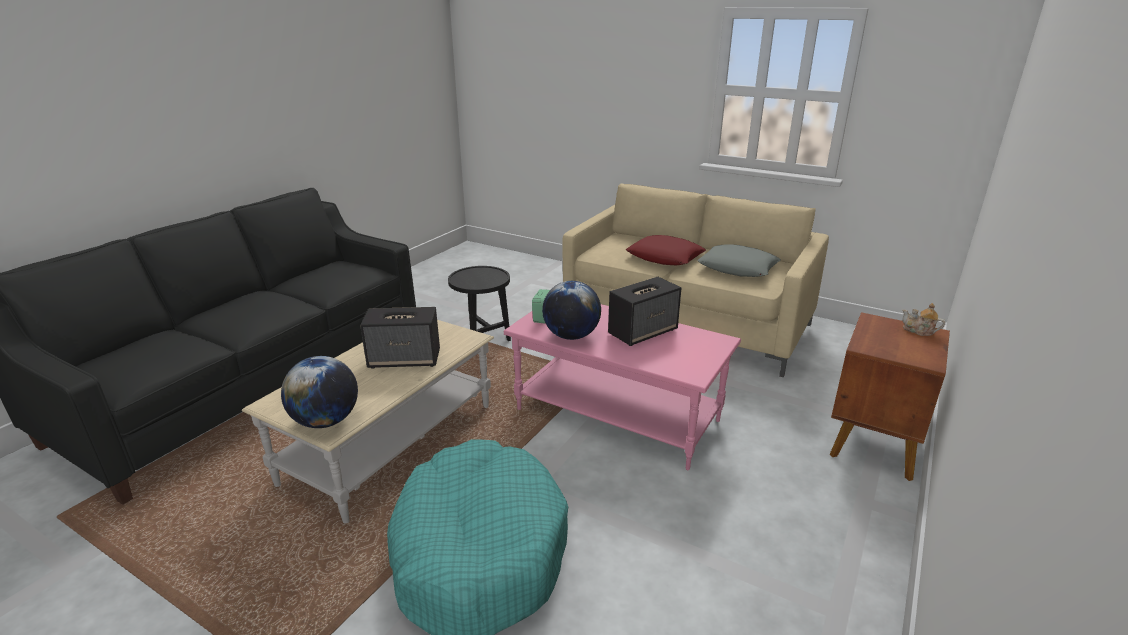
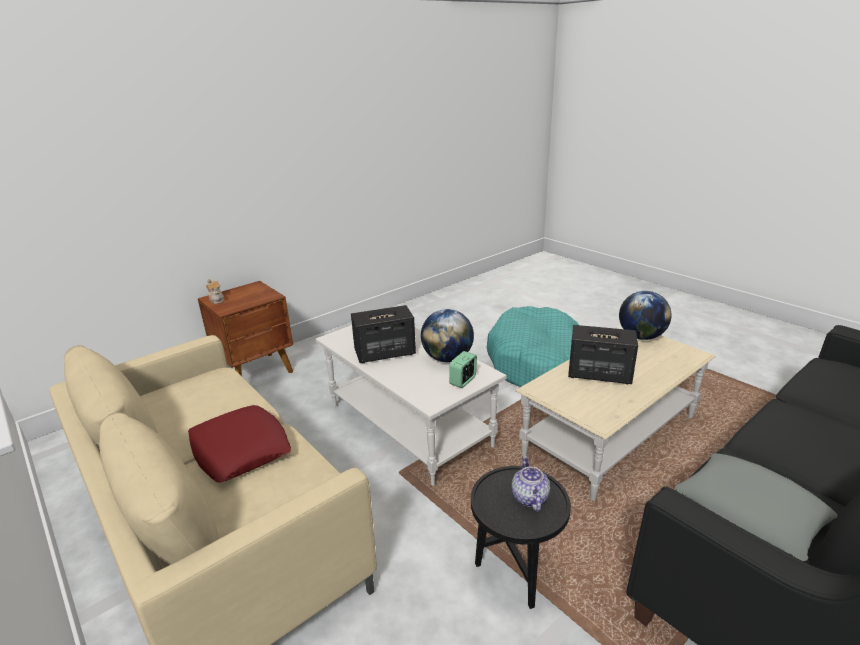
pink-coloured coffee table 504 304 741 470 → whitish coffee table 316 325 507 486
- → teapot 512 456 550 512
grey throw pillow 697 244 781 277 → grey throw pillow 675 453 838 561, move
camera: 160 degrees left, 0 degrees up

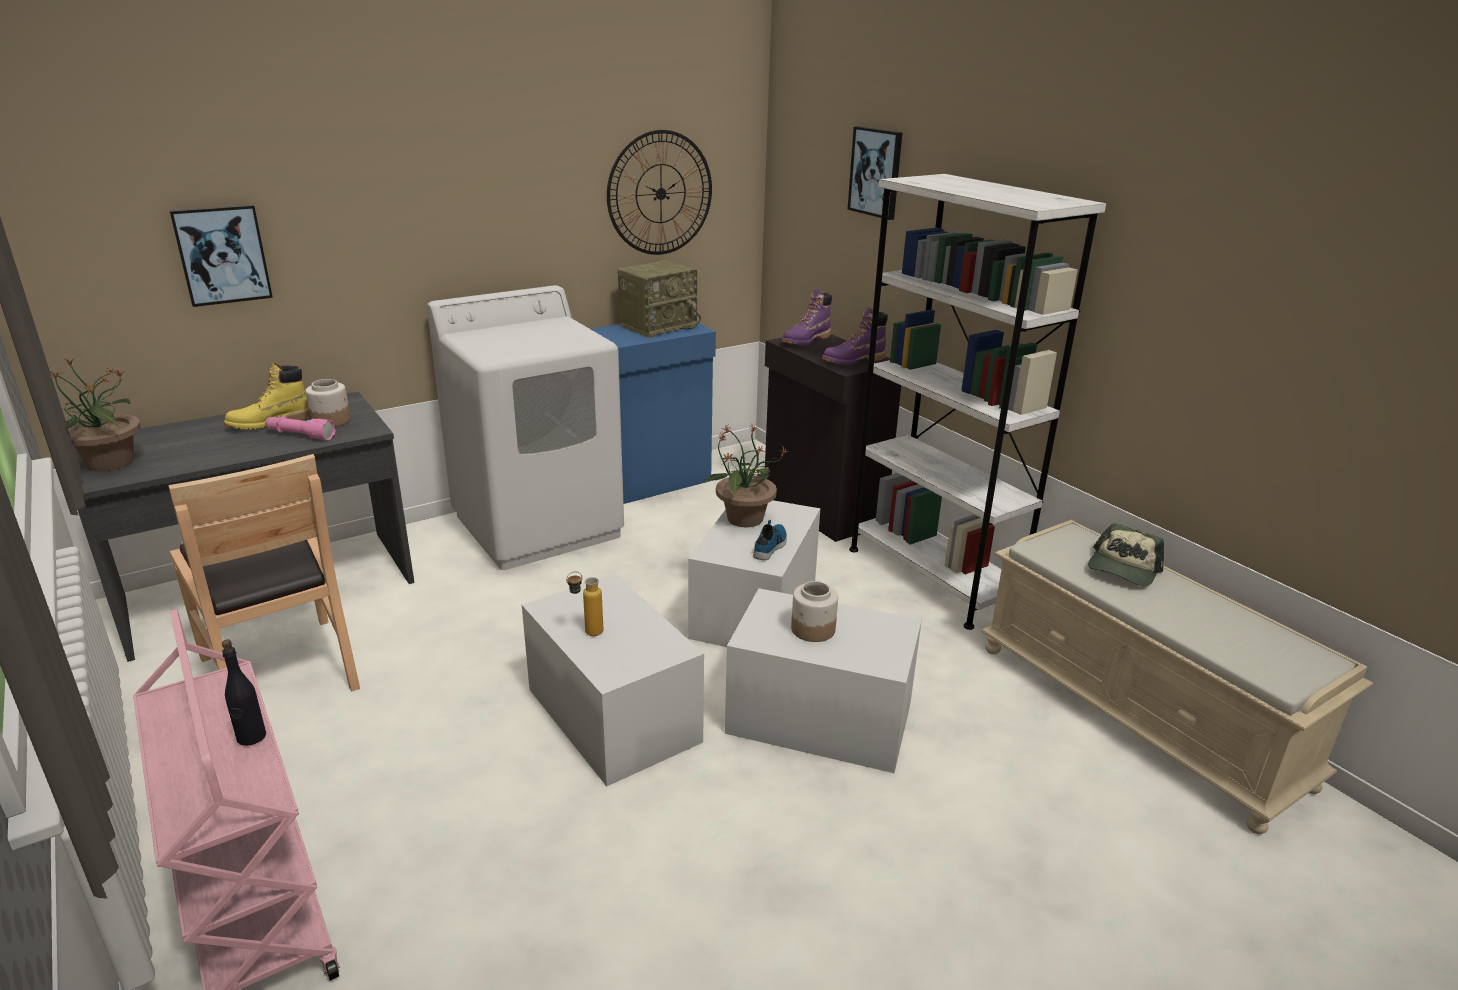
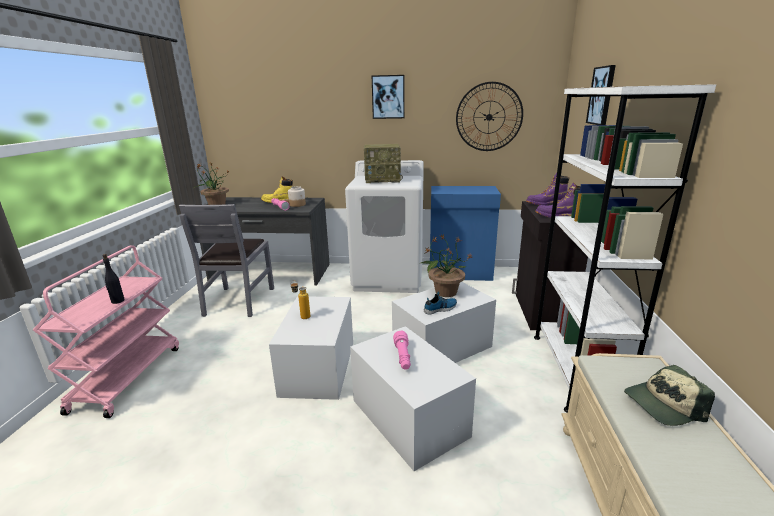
brownish plain chair 168 454 360 691 → grey plain chair 179 204 274 317
radio 618 260 701 338 → radio 364 144 403 183, move
wall art 169 205 273 307 → wall art 372 75 405 119, move
preserve jar 791 581 838 642 → pink-coloured flashlight 393 330 411 370
camera: 40 degrees right, 5 degrees down

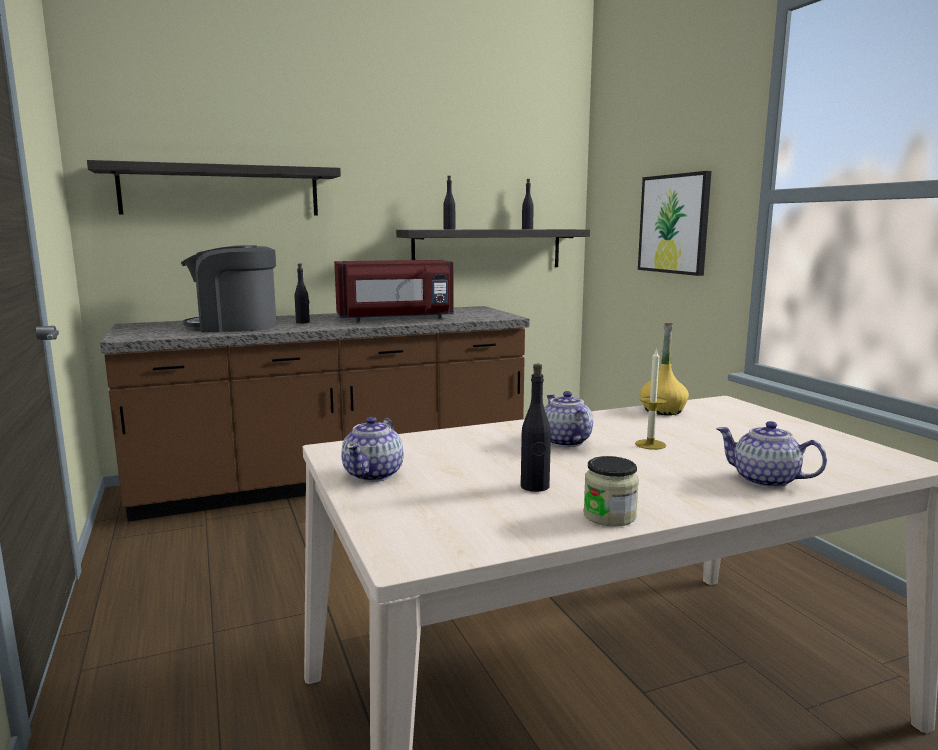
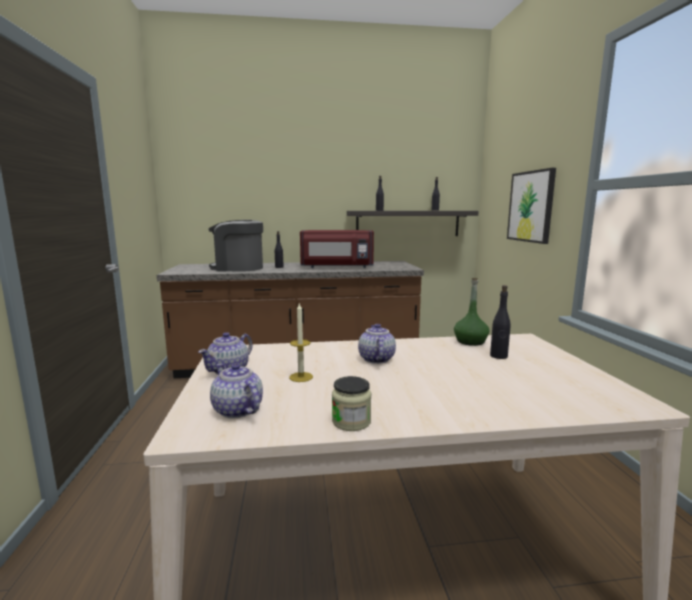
teapot 716 421 827 488 → teapot 210 363 263 419, move
wax candle 635 348 667 450 → wax candle 289 304 313 382, move
yellow-coloured beverage bottle 640 323 689 415 → green beverage bottle 454 278 489 346
blackish beverage bottle 521 364 551 492 → blackish beverage bottle 490 285 510 359, move
wall shelf 87 160 341 215 → -
camera: 15 degrees right, 0 degrees up

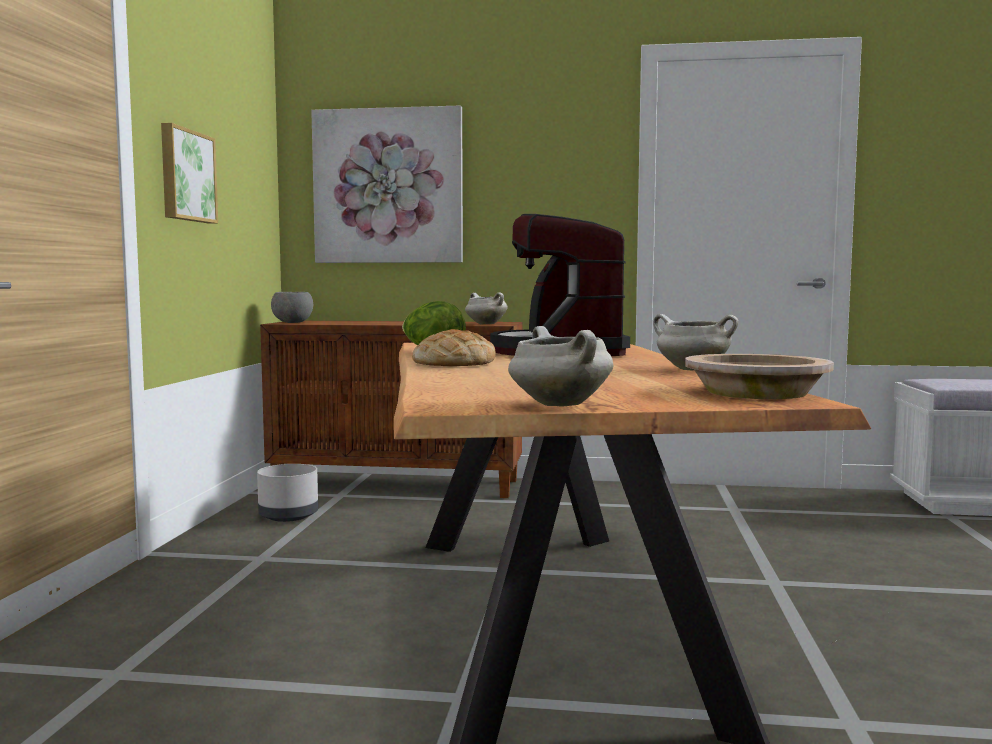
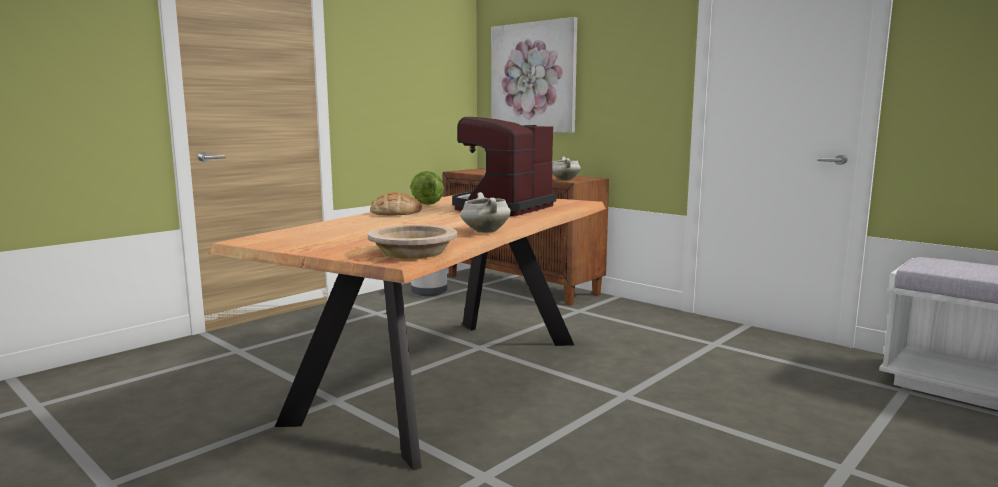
wall art 161 123 218 224 → -
grey deep dish 271 292 313 323 → -
whitish saucepot 508 326 613 407 → -
camera: 35 degrees right, 5 degrees up

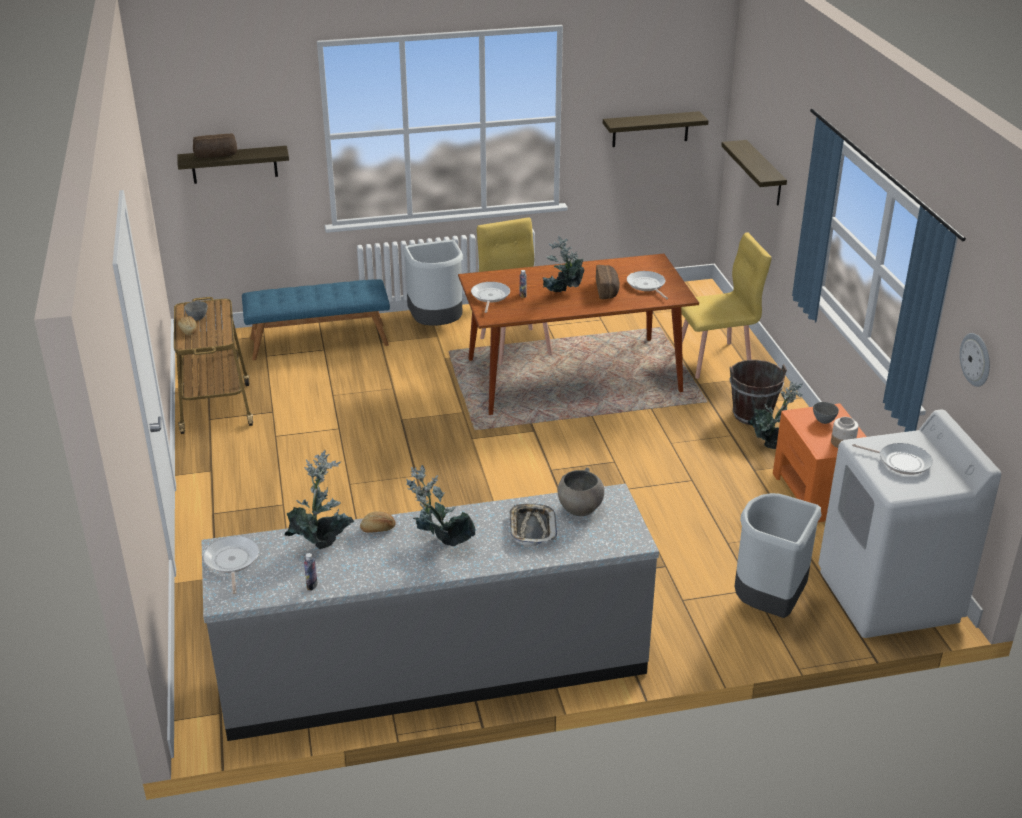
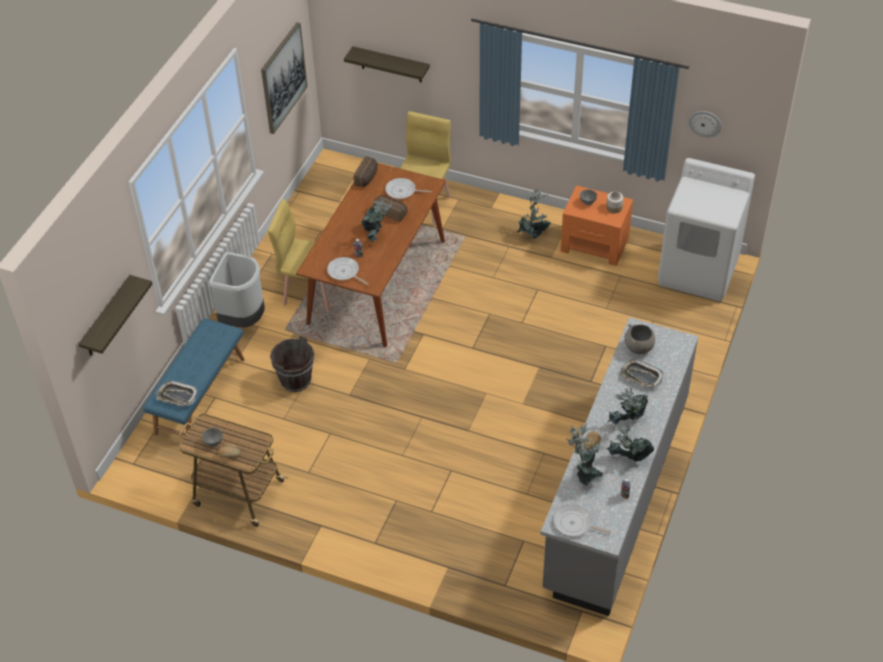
- → tray 156 381 197 407
wall shelf 603 111 709 147 → wall art 261 22 308 134
brownish water bucket 730 360 787 425 → brownish water bucket 270 335 314 392, move
baked bread 193 134 237 158 → baked bread 353 156 378 187, move
- → plant in a pot 606 422 654 462
grey trash can 735 493 822 618 → -
frying pan 852 443 933 475 → -
camera: 55 degrees left, 15 degrees up

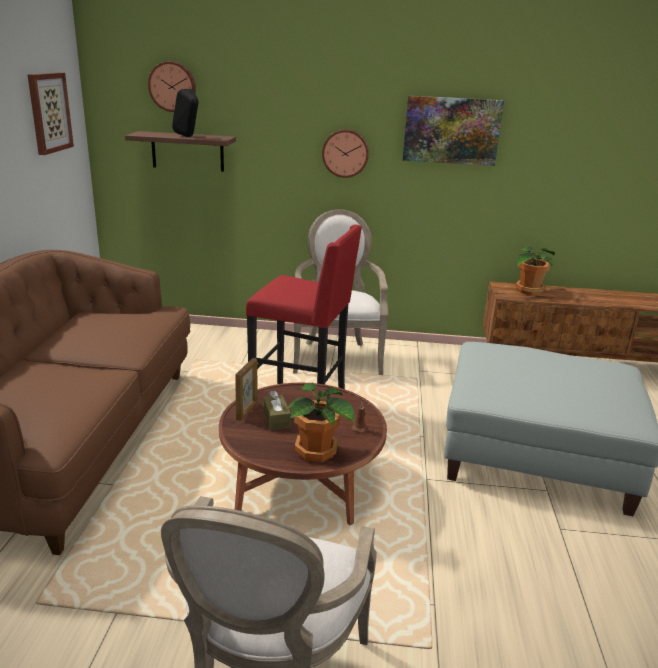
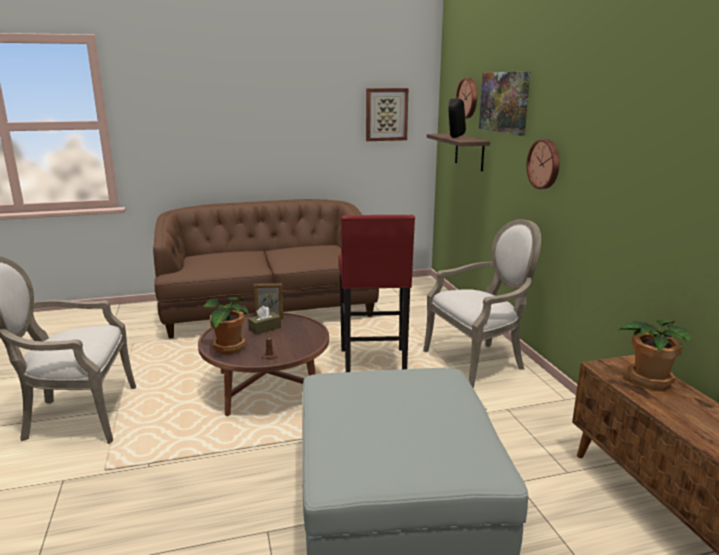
wall art 403 95 504 166 → wall art 479 72 530 136, move
camera: 70 degrees right, 5 degrees down

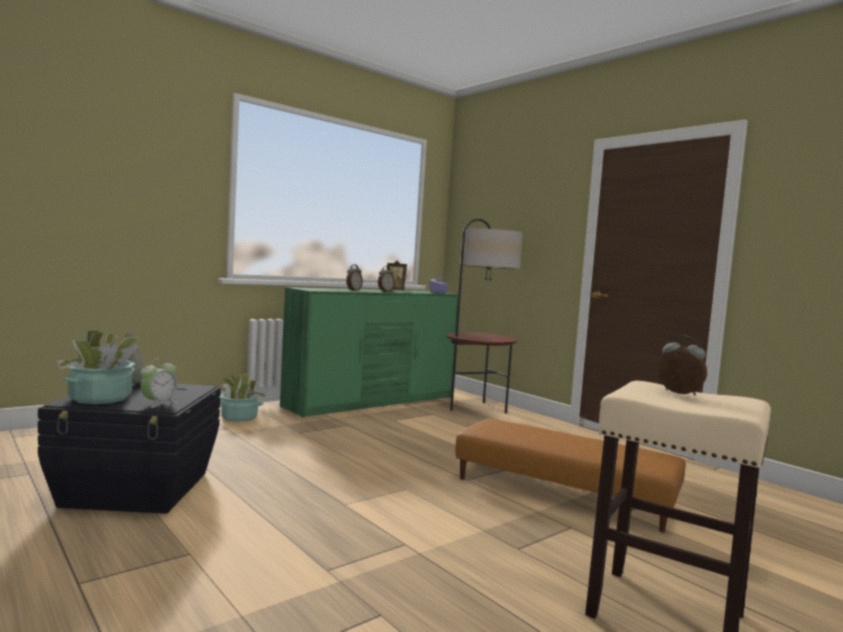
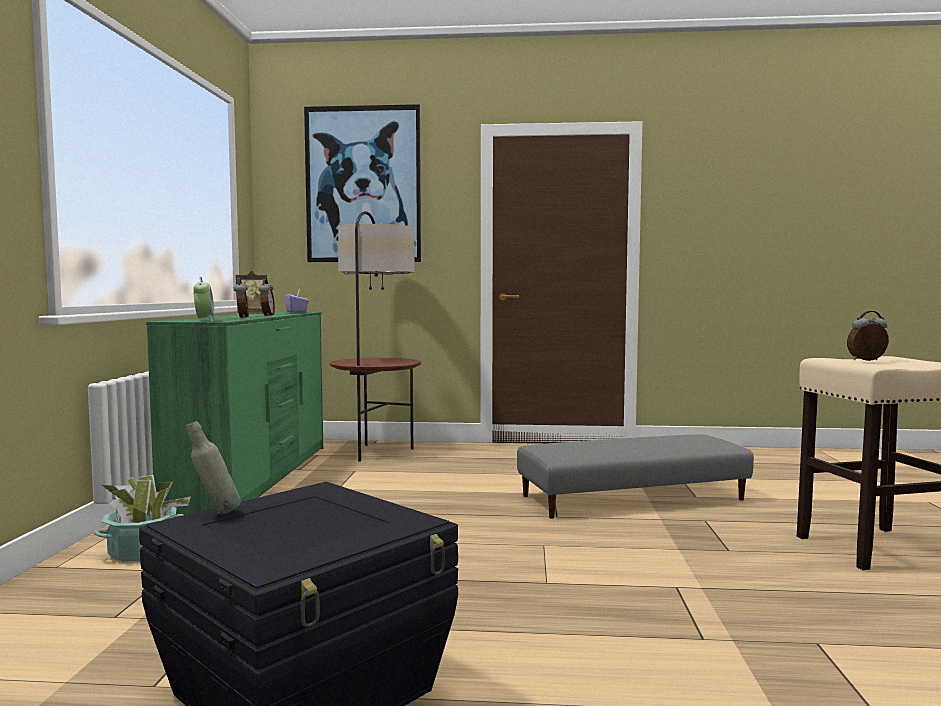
table clock 141 358 178 408 → table clock 193 277 215 321, move
- → wall art 304 104 421 262
brownish footrest 455 419 686 533 → grey footrest 517 434 754 518
plant in a pot 57 330 139 404 → -
camera: 45 degrees left, 0 degrees up

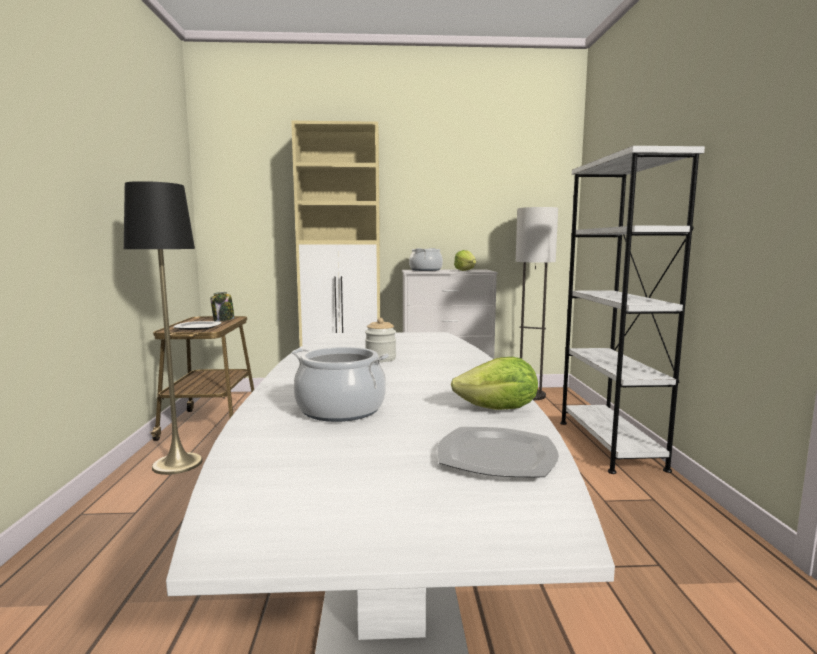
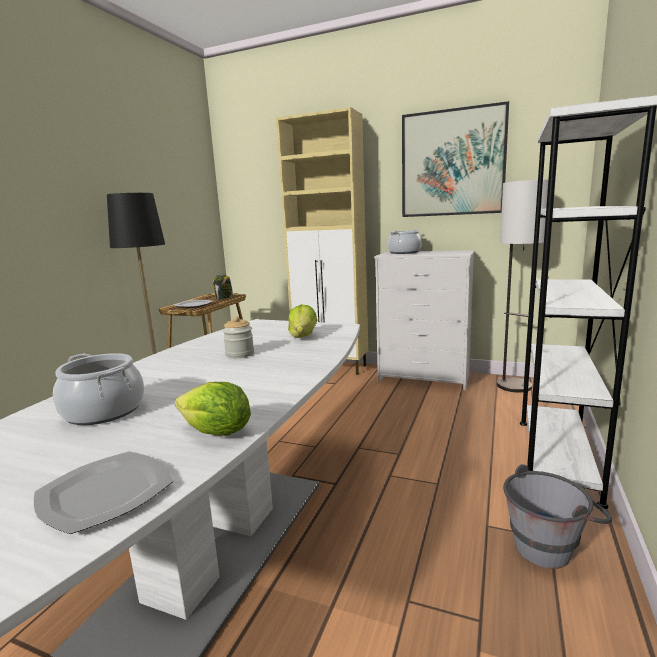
lettuce 454 250 476 271 → lettuce 288 304 318 338, move
- → wall art 402 101 509 217
- → grey water bucket 503 464 612 569
camera: 25 degrees right, 5 degrees up

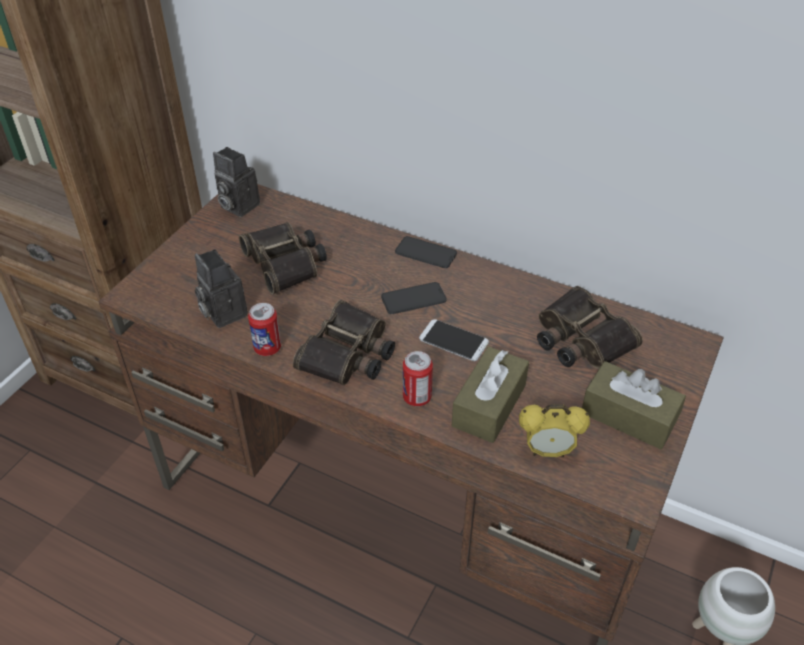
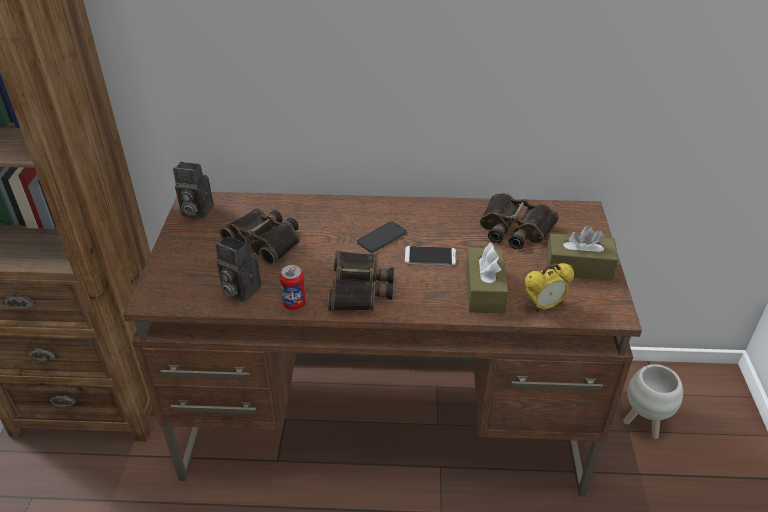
handset 395 236 457 268 → -
sealed can 403 351 433 406 → -
camera: 25 degrees left, 5 degrees down

